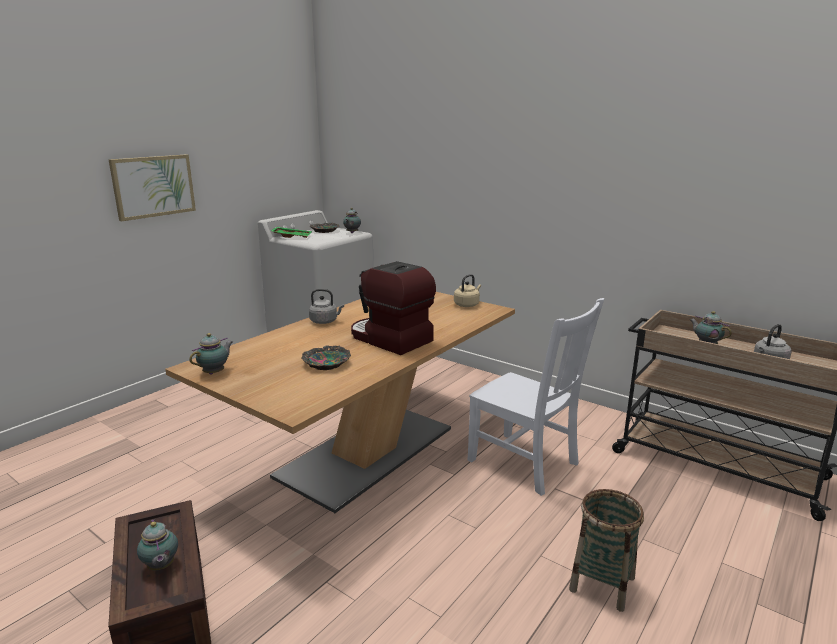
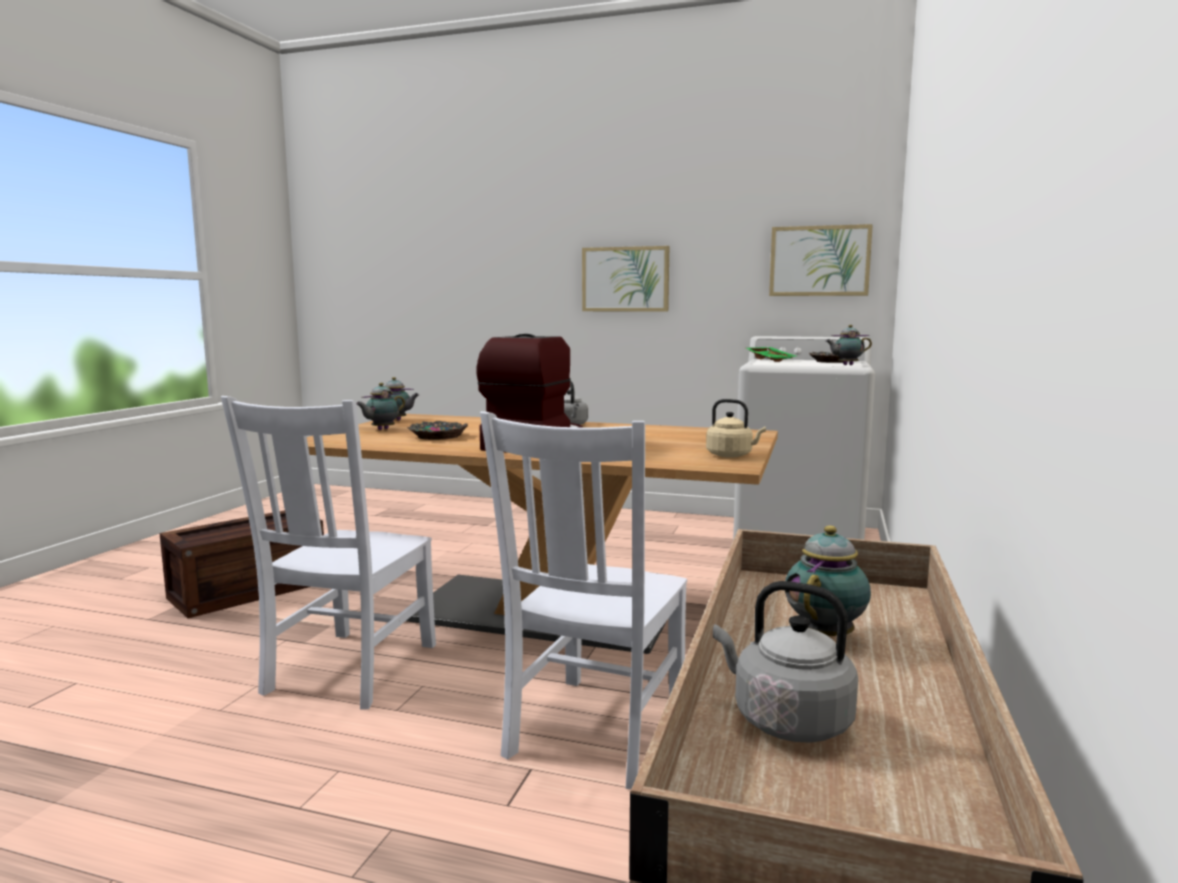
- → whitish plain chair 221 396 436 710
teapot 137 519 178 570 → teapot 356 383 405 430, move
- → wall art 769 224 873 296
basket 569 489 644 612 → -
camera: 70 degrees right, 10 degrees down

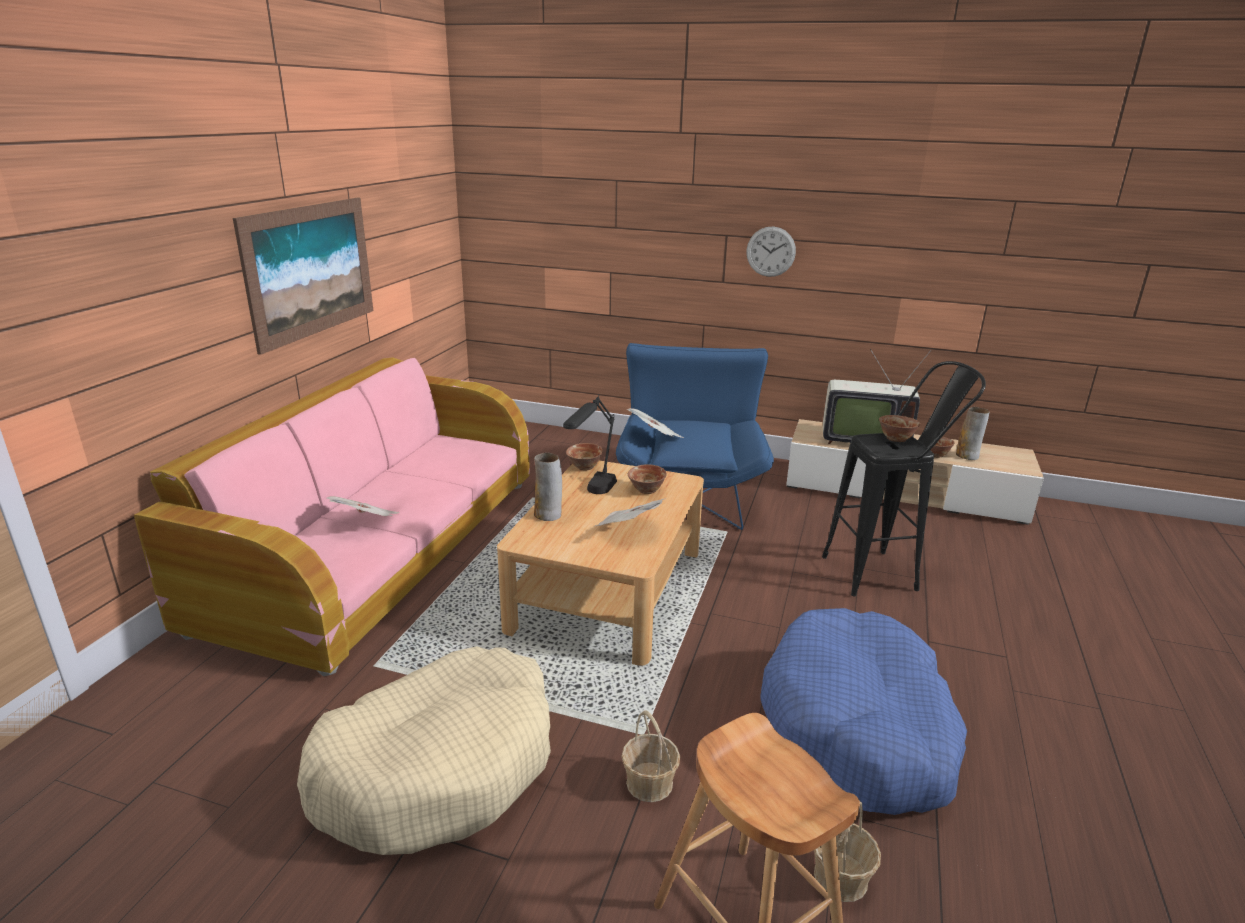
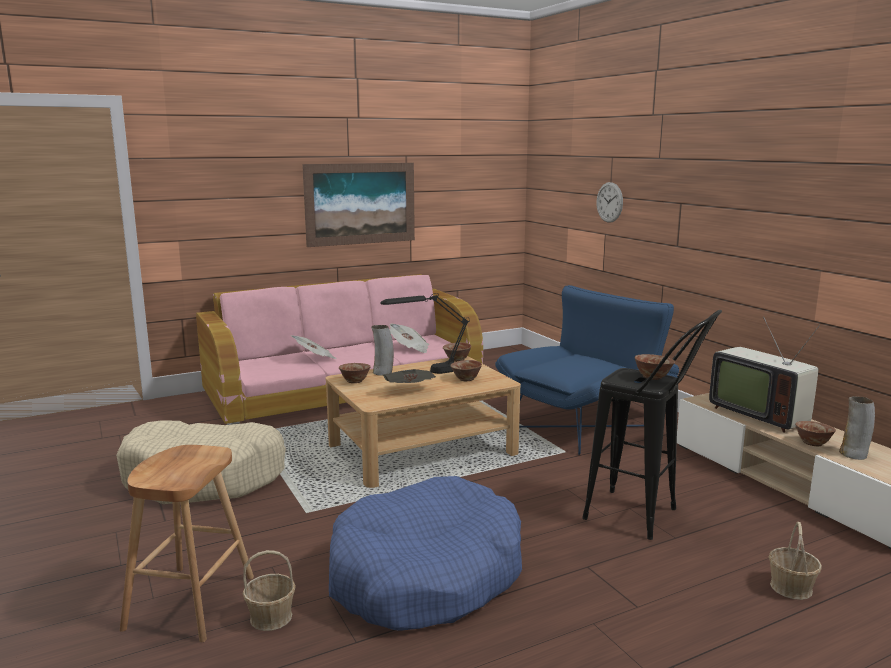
- → deep dish 339 363 371 383
printed paper 627 408 684 438 → printed paper 389 323 429 353, move
hanging clock 746 226 796 277 → hanging clock 596 182 623 223, move
basket 621 710 680 802 → basket 769 522 822 600, move
camera: 45 degrees right, 10 degrees down

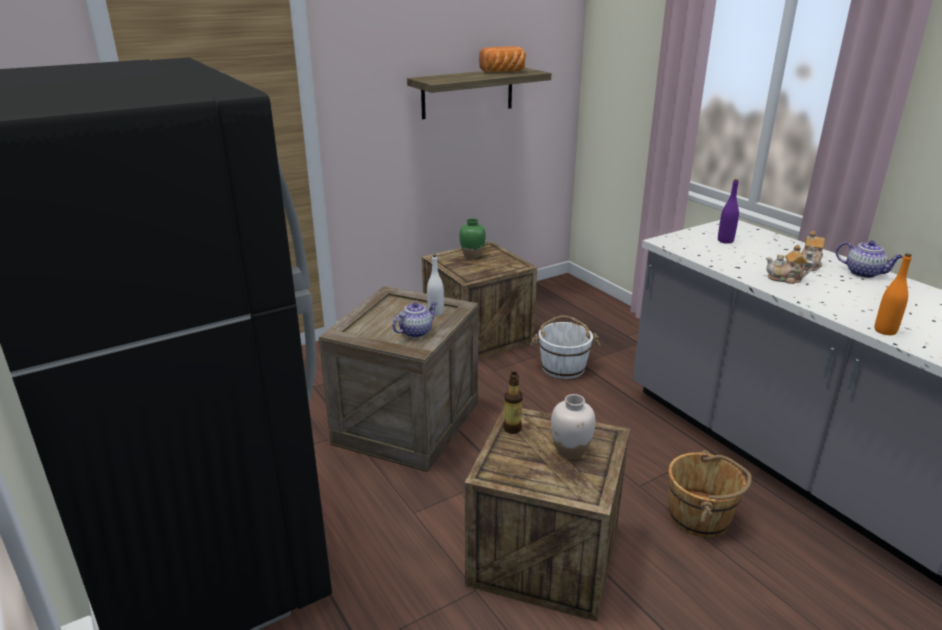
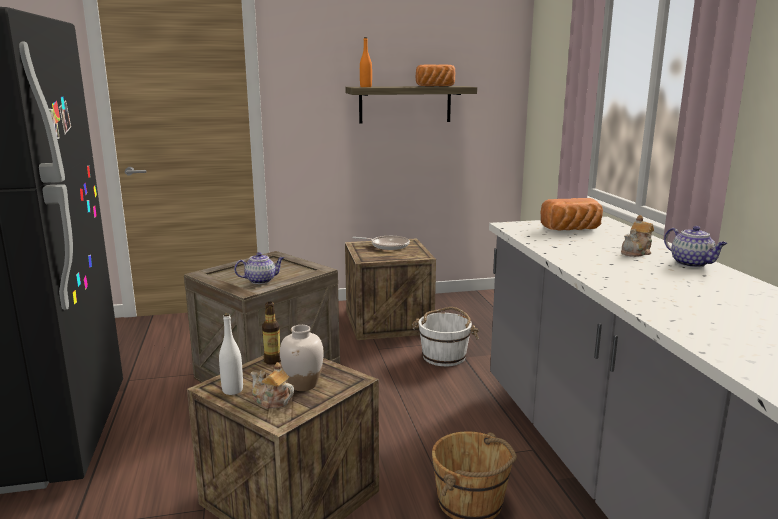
whitish beverage bottle 427 255 444 316 → whitish beverage bottle 219 313 243 395, move
teapot 766 244 814 284 → teapot 251 362 294 409, move
green flower vase 459 218 486 259 → frying pan 352 236 410 250
orange-coloured beverage bottle 875 253 912 335 → orange-coloured beverage bottle 360 37 372 87, move
purple-coloured beverage bottle 718 179 739 244 → baked bread 540 198 603 230
camera: 20 degrees right, 10 degrees down

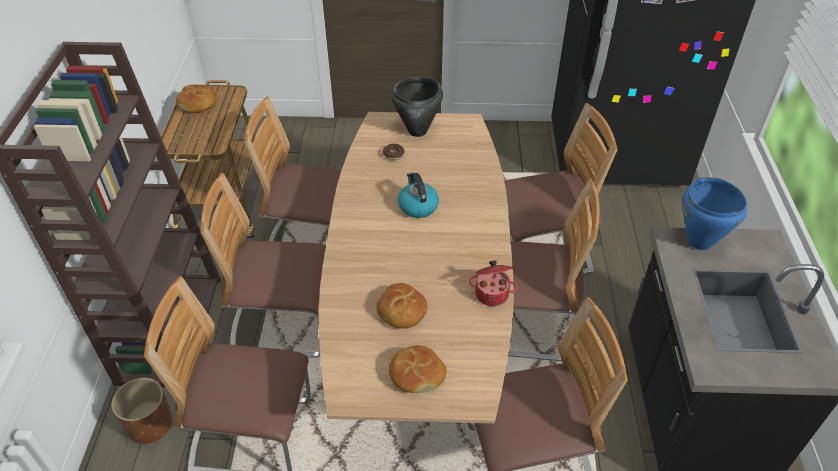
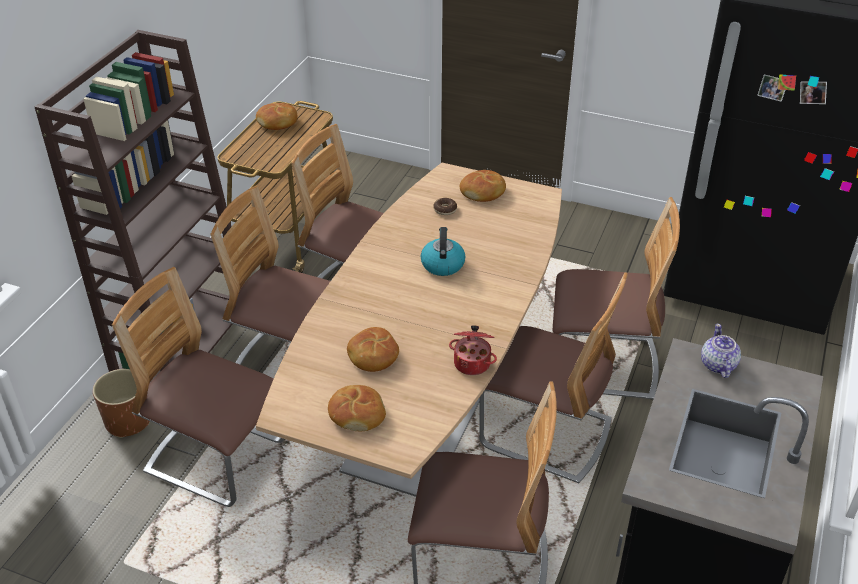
blackish saucepot 392 77 443 137 → baked bread 460 170 506 202
bluish saucepot 682 177 747 250 → teapot 701 324 741 378
camera: 20 degrees right, 5 degrees down

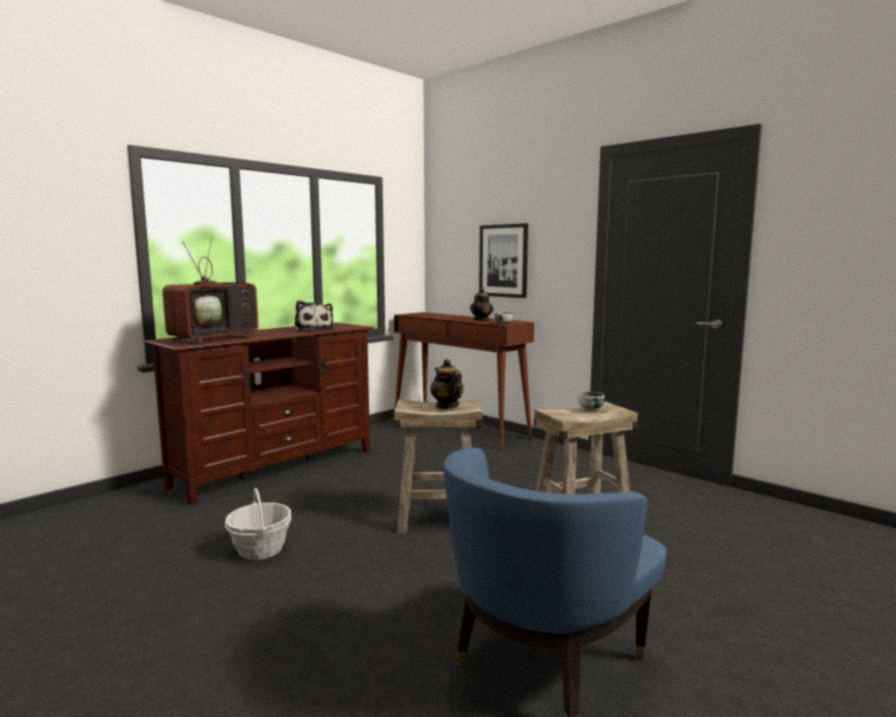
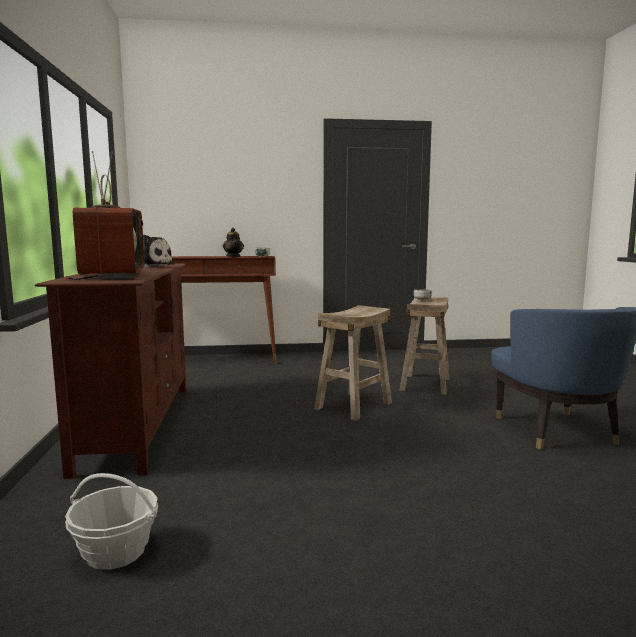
basket 225 488 291 560 → basket 65 473 158 570, move
teapot 430 359 464 409 → -
wall art 479 223 528 298 → -
camera: 50 degrees left, 0 degrees up

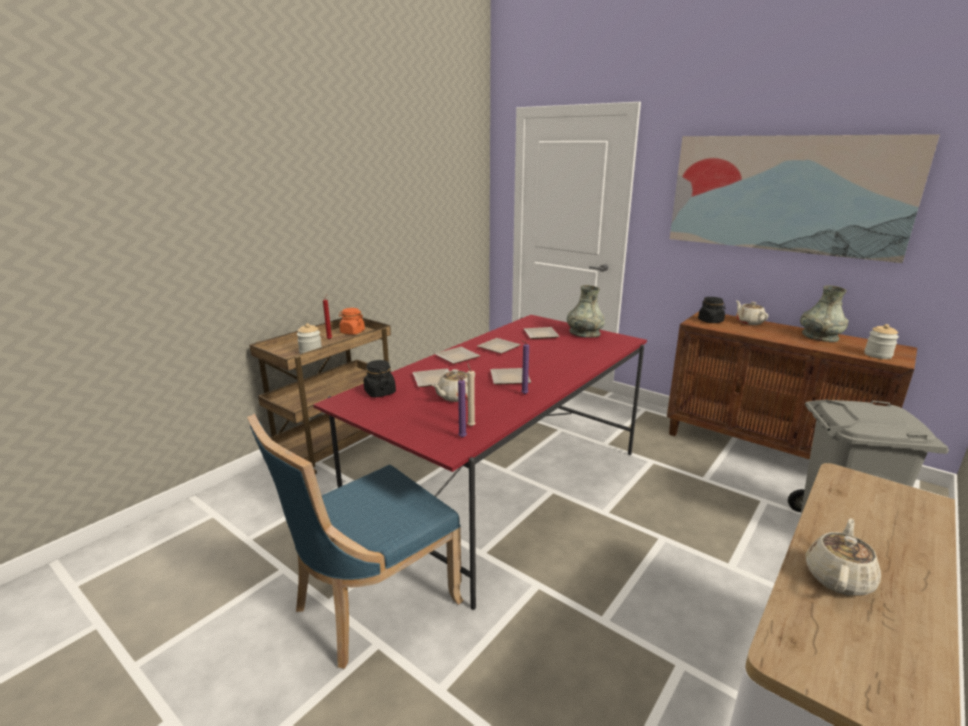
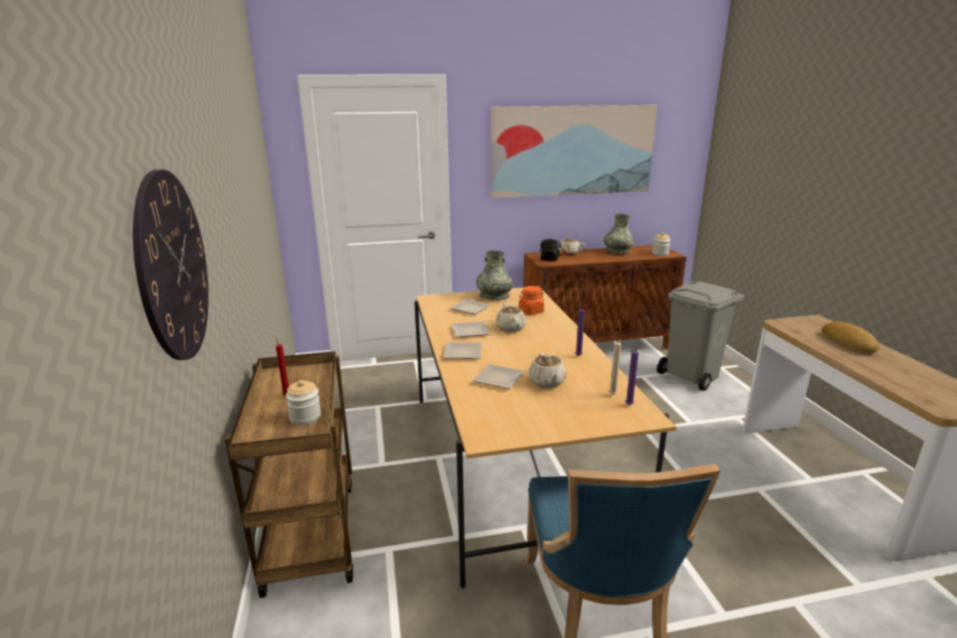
- → hanging clock 133 170 209 360
red-coloured dining table 313 315 647 610 → beige-coloured dining table 414 286 676 588
beige-coloured teapot 806 518 881 596 → beige-coloured teapot 496 302 526 332, move
orange-coloured preserve jar 339 308 365 335 → orange-coloured preserve jar 519 286 544 315, move
- → baked bread 822 321 879 353
blackish preserve jar 364 360 396 398 → -
flat dish 490 368 531 384 → -
camera: 50 degrees left, 0 degrees up

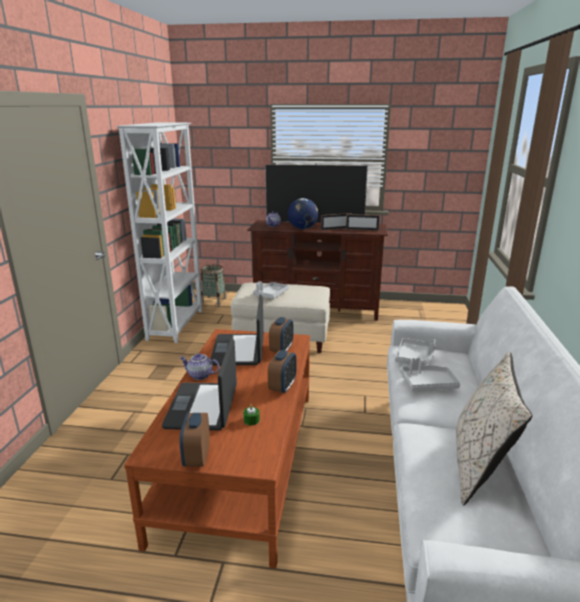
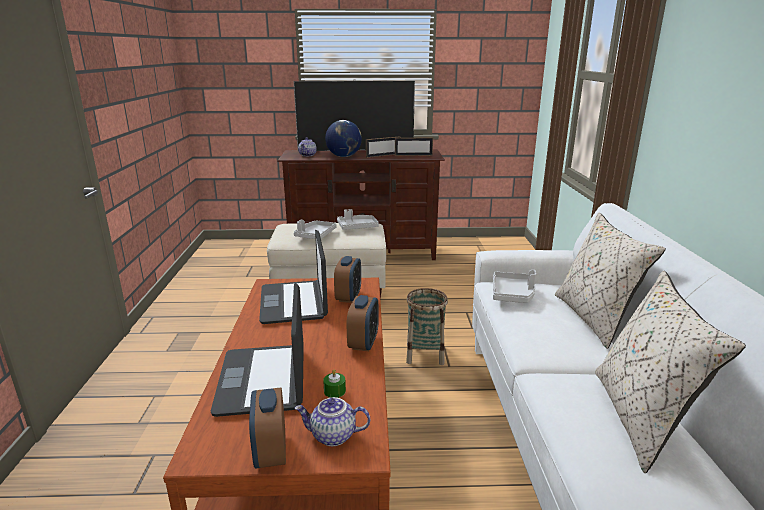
teapot 179 353 220 380 → teapot 295 397 370 446, move
grey tray 400 358 460 391 → grey tray 337 209 379 230, move
basket 201 264 226 306 → basket 406 288 448 365, move
- → beige-coloured throw pillow 555 213 666 349
whitish bookcase 117 122 202 343 → -
camera: 10 degrees left, 0 degrees up

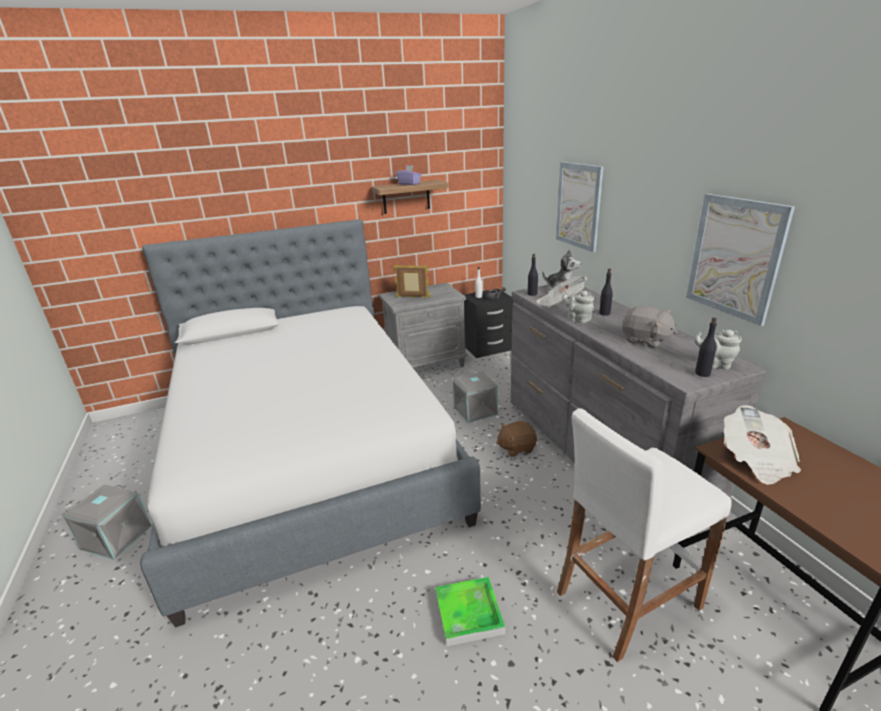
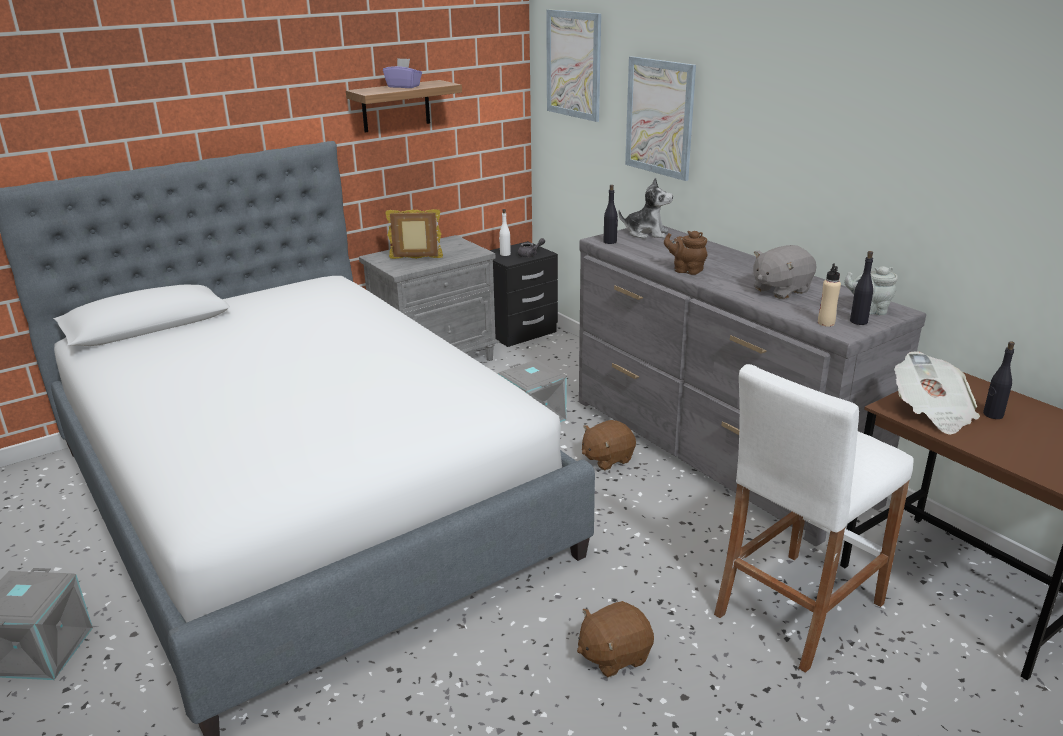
wall art 686 194 795 326 → wall art 546 9 601 122, move
tray 435 577 505 647 → brownish plush toy 577 601 654 677
grey teapot 562 290 594 323 → brownish teapot 664 231 707 275
grey plush toy 622 306 677 348 → grey plush toy 753 245 817 299, 120 degrees clockwise
- → beige-coloured beverage bottle 818 264 841 327
blackish beverage bottle 599 269 613 316 → blackish beverage bottle 983 341 1015 419, move
printed paper 537 276 588 308 → -
camera: 15 degrees left, 0 degrees up

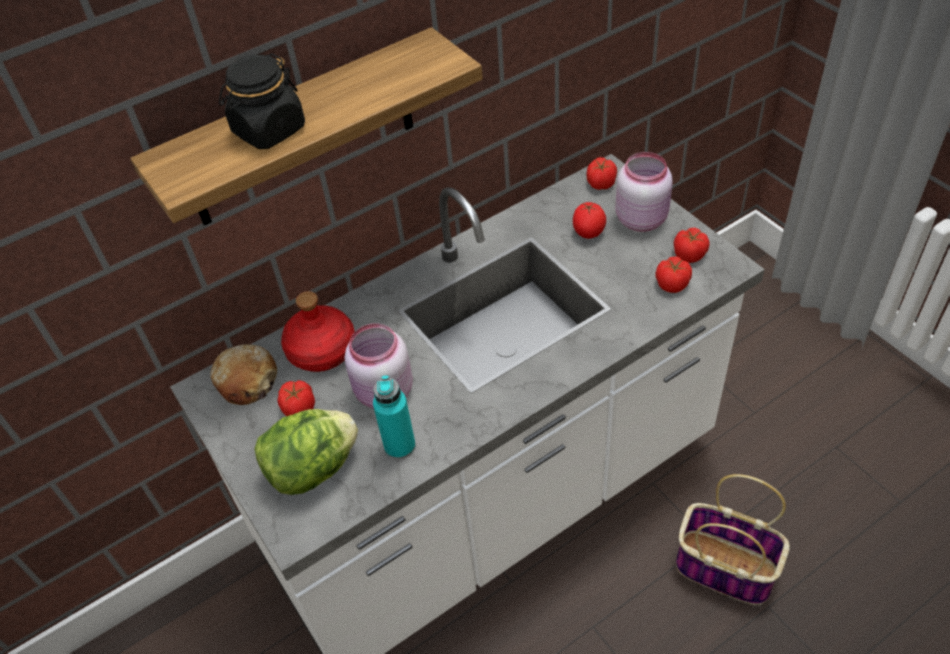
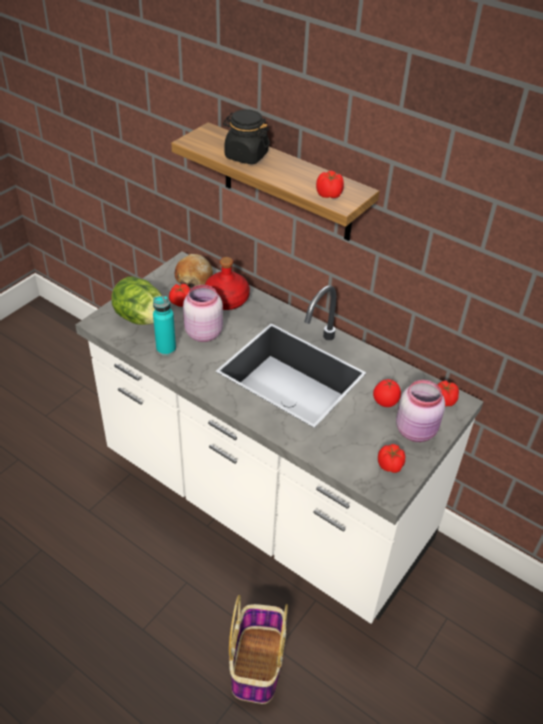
whole tomato 655 256 692 293 → whole tomato 316 171 344 198, move
camera: 65 degrees right, 5 degrees down

